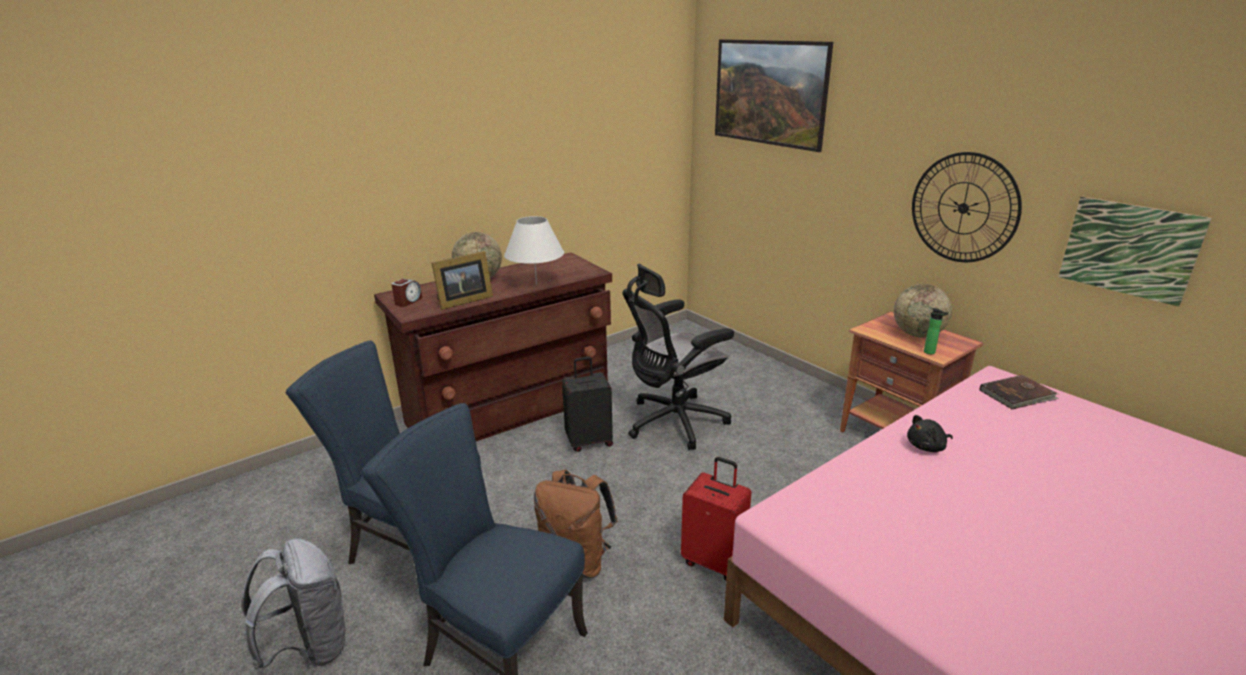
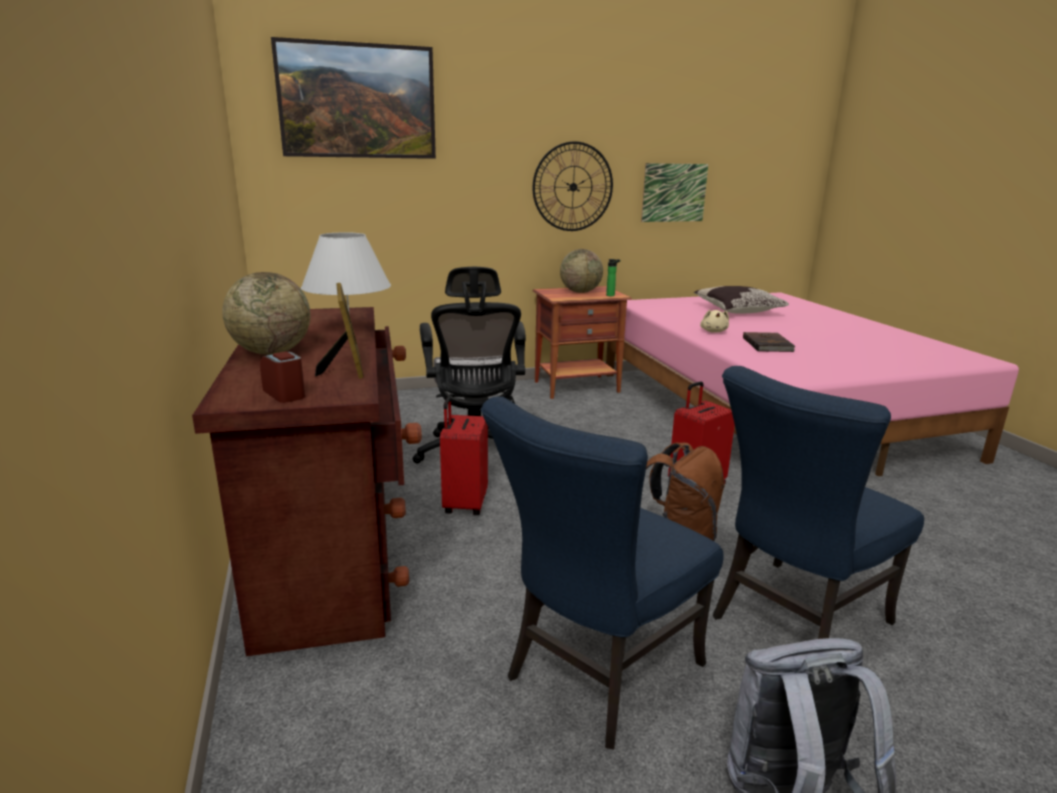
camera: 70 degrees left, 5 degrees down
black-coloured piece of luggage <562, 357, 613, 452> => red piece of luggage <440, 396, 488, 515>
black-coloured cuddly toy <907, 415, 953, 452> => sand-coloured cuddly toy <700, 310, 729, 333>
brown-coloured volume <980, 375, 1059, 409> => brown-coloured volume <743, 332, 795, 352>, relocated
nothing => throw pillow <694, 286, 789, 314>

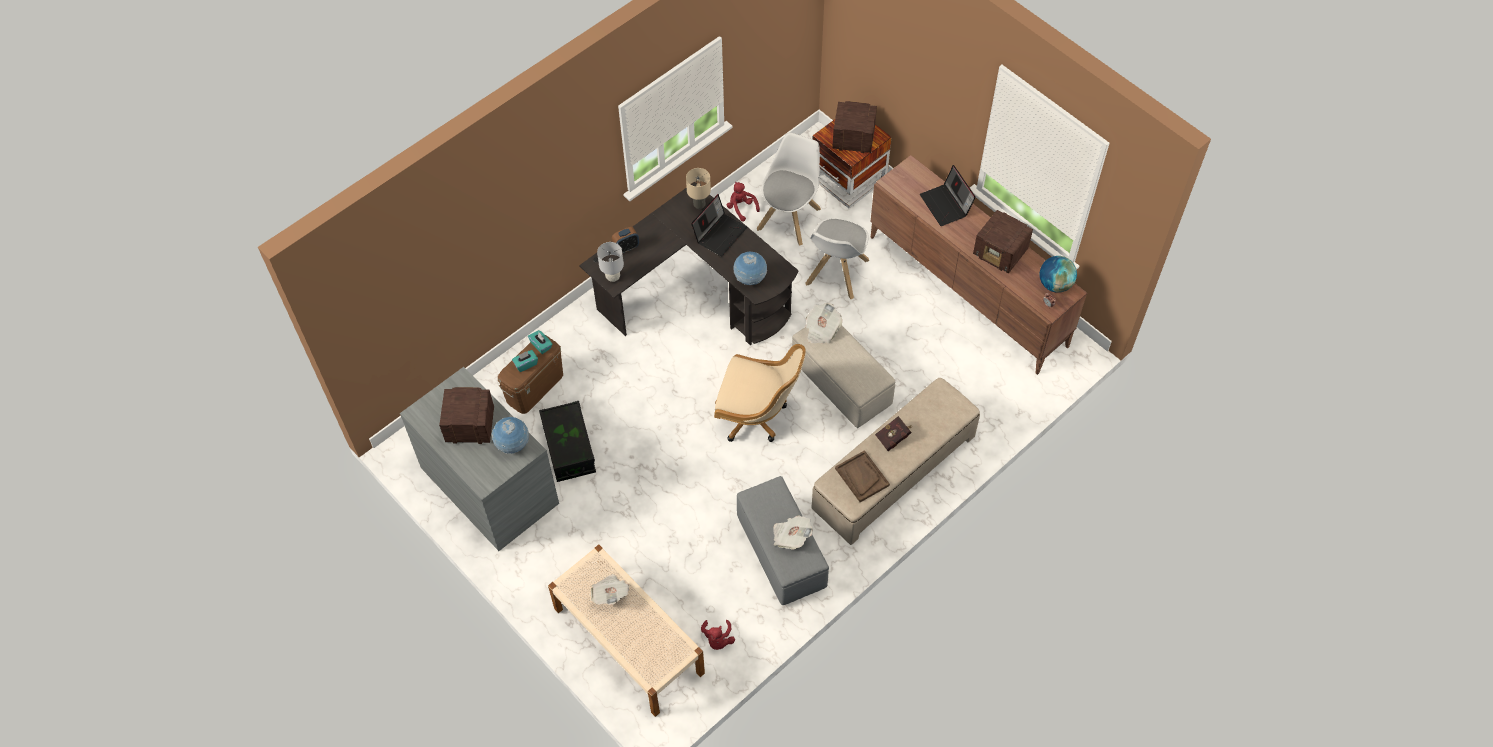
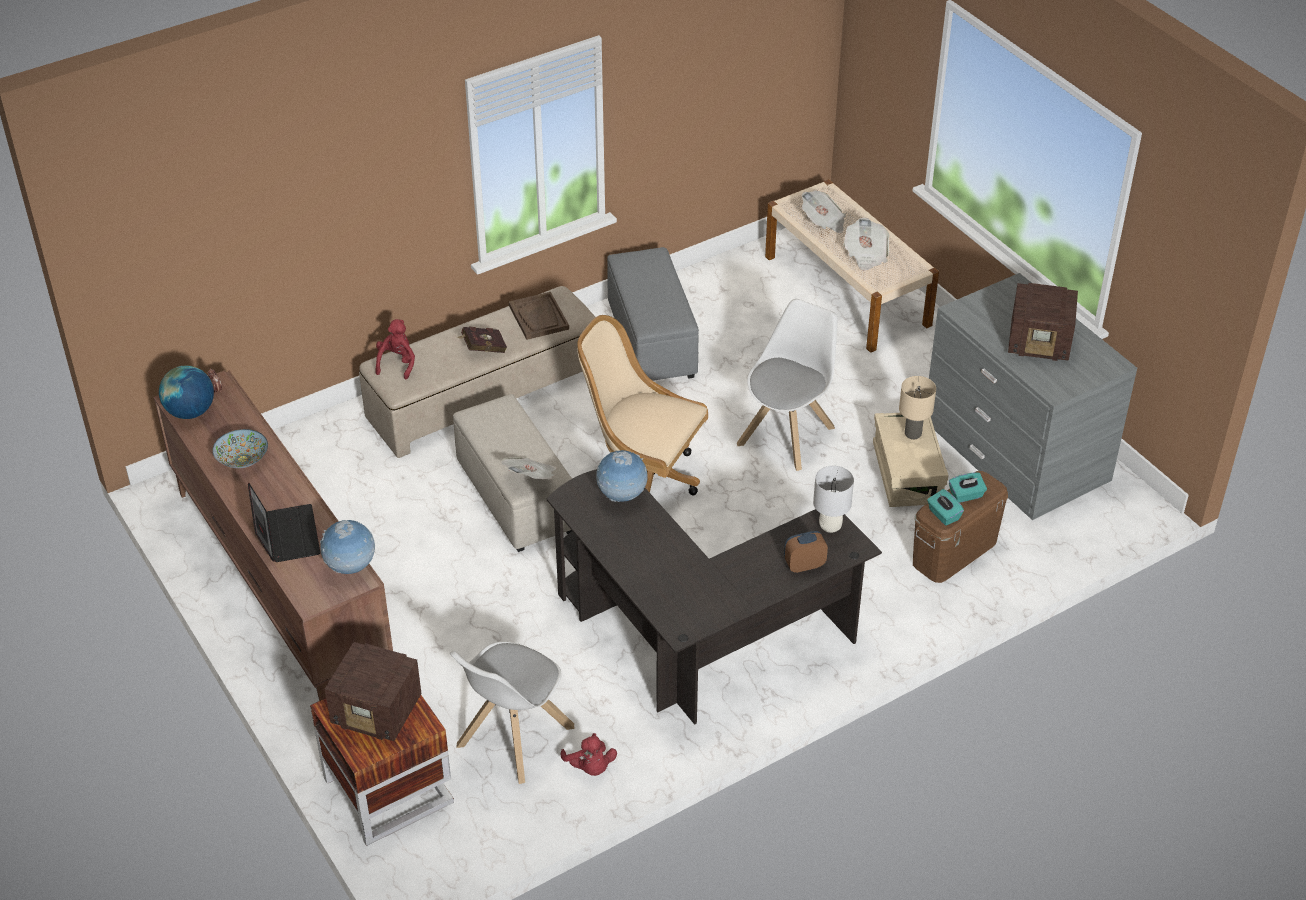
camera: 170 degrees left, 15 degrees down
globe <492, 417, 529, 454> => globe <320, 520, 375, 574>, relocated
black-coloured storage container <539, 401, 596, 482> => sand-coloured storage container <873, 413, 949, 507>
sand-coloured tabletop lamp <686, 168, 711, 209> => sand-coloured tabletop lamp <899, 376, 936, 440>, relocated
notebook computer <691, 194, 747, 257> => nothing
red cuddly toy <701, 620, 735, 650> => red cuddly toy <375, 319, 415, 380>, relocated
newspaper <773, 515, 813, 550> => newspaper <802, 191, 846, 233>, relocated
upright chair <806, 218, 869, 299> => upright chair <737, 299, 838, 471>, relocated
radio <973, 210, 1033, 273> => bowl <213, 429, 268, 468>

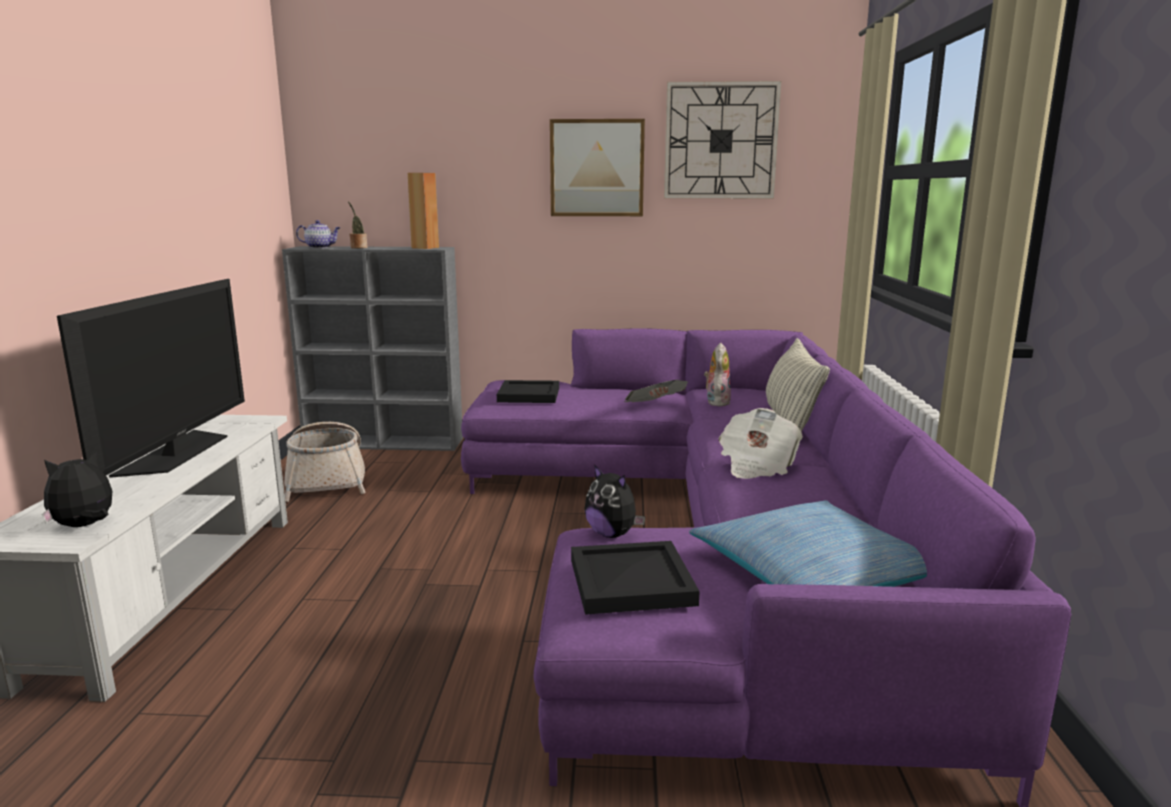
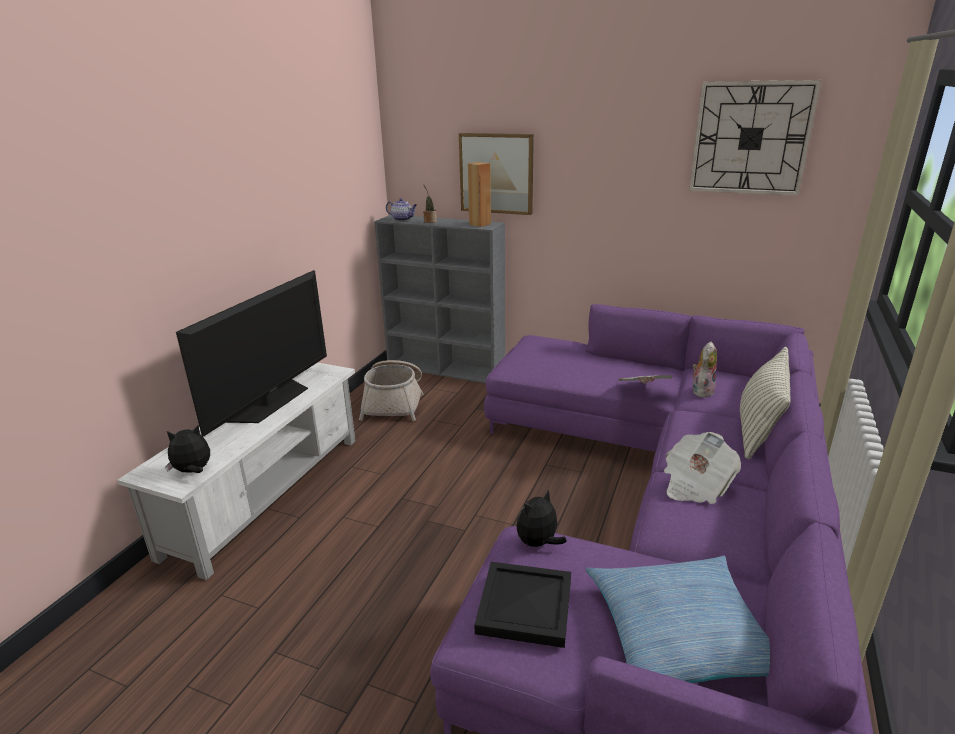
camera: 20 degrees right, 10 degrees up
black-coloured serving tray <497, 380, 559, 403> => nothing
wall art <550, 119, 645, 216> => wall art <459, 133, 534, 215>, relocated
cuddly toy <584, 464, 646, 538> => cuddly toy <516, 489, 567, 547>, 75 degrees clockwise

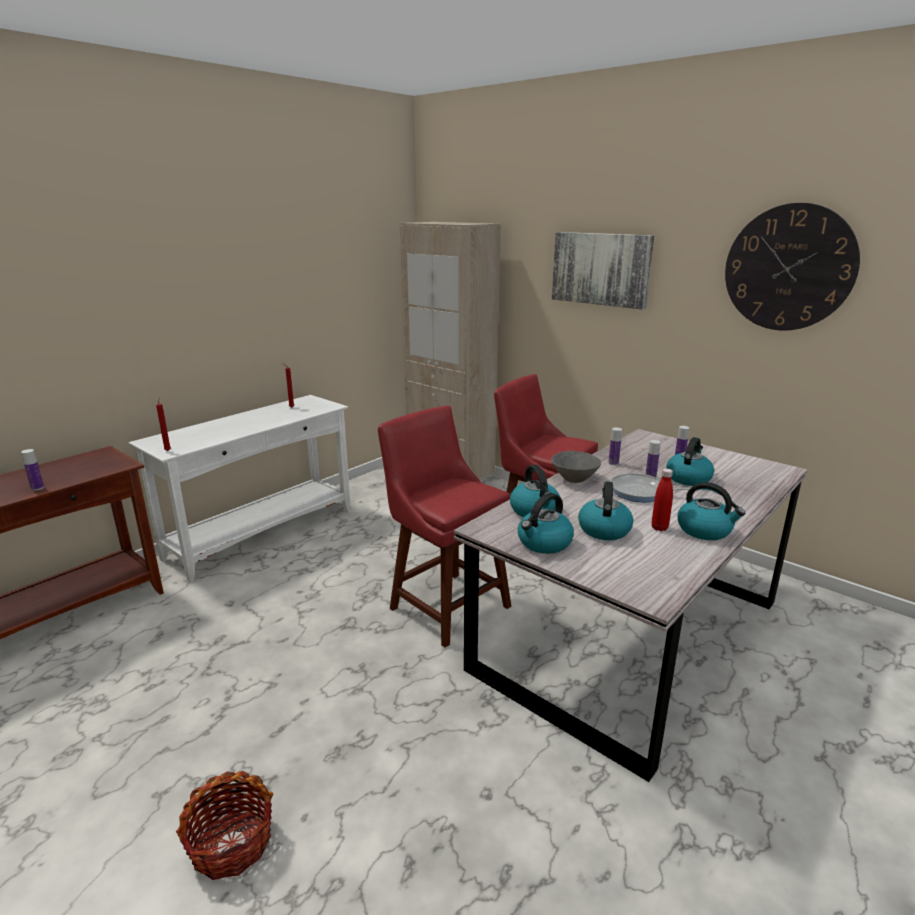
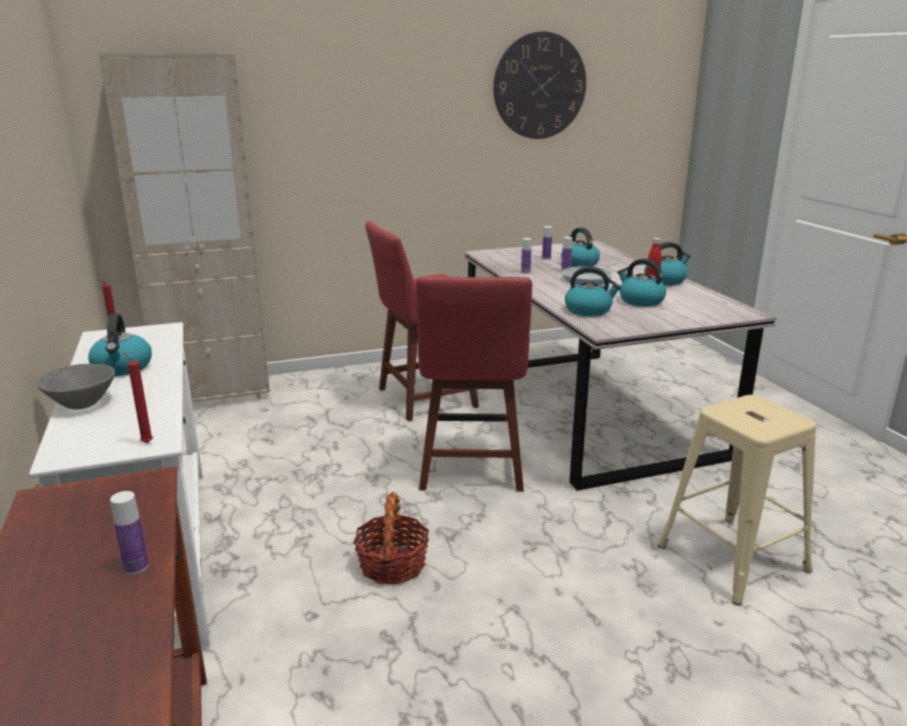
camera: 60 degrees left, 0 degrees up
household basket <176, 771, 273, 880> => household basket <353, 492, 429, 585>, relocated
red upright chair <378, 405, 512, 647> => red upright chair <416, 277, 532, 492>, 75 degrees counterclockwise
kettle <518, 493, 574, 554> => kettle <88, 313, 152, 376>, relocated
grey bowl <551, 451, 601, 483> => grey bowl <36, 364, 115, 409>, relocated
wall art <552, 232, 654, 310> => nothing
nothing => sand-coloured stool seat <658, 395, 817, 605>

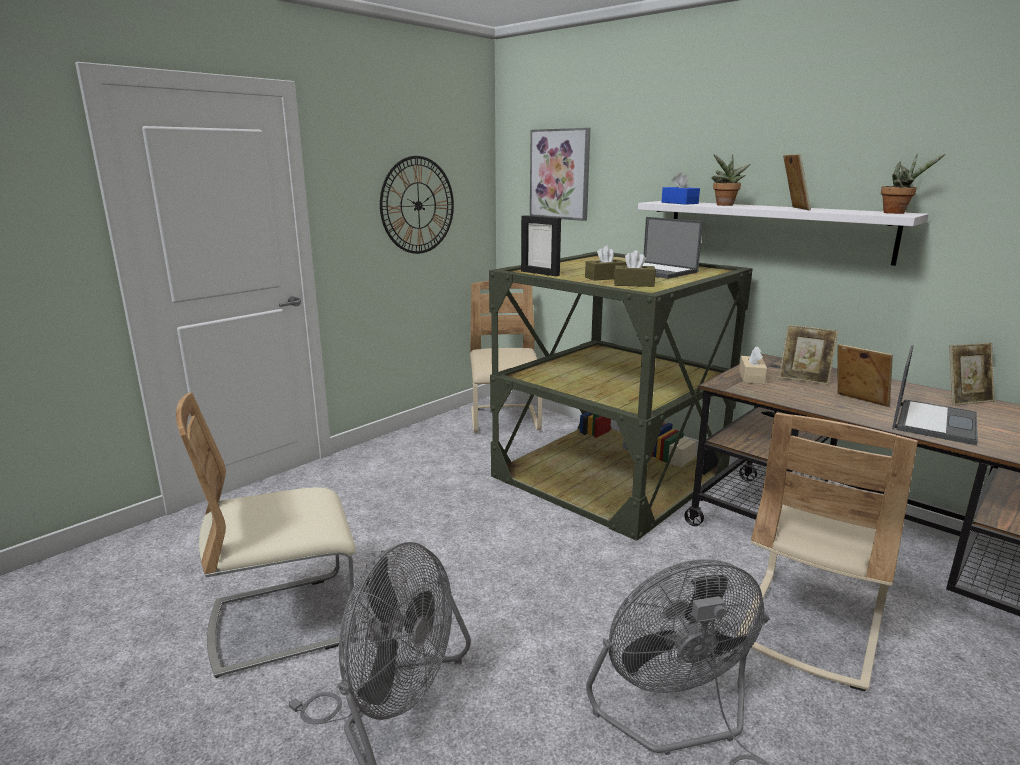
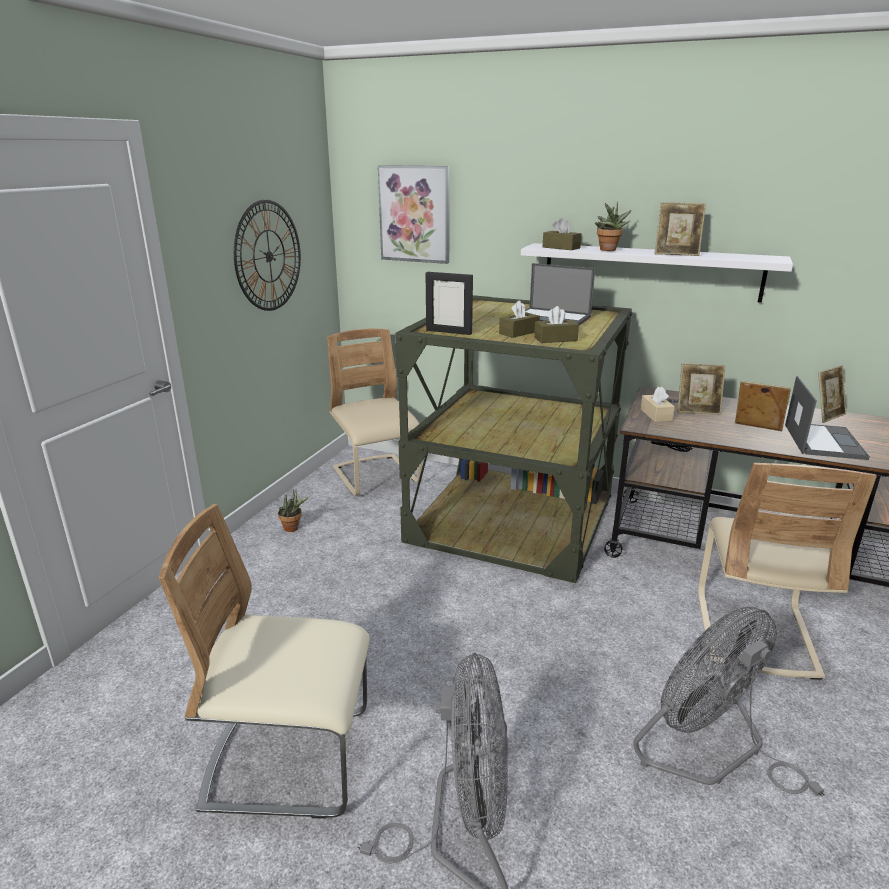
camera: 20 degrees left, 5 degrees up
sand-coloured upright chair <176, 392, 356, 678> => sand-coloured upright chair <159, 504, 370, 819>, 45 degrees clockwise
blue tissue holder <662, 173, 700, 205> => brown-coloured tissue holder <542, 218, 581, 250>
standing frame <783, 154, 811, 211> => standing frame <655, 202, 706, 256>, 120 degrees clockwise
houseplant <881, 154, 945, 214> => houseplant <278, 489, 308, 532>, relocated

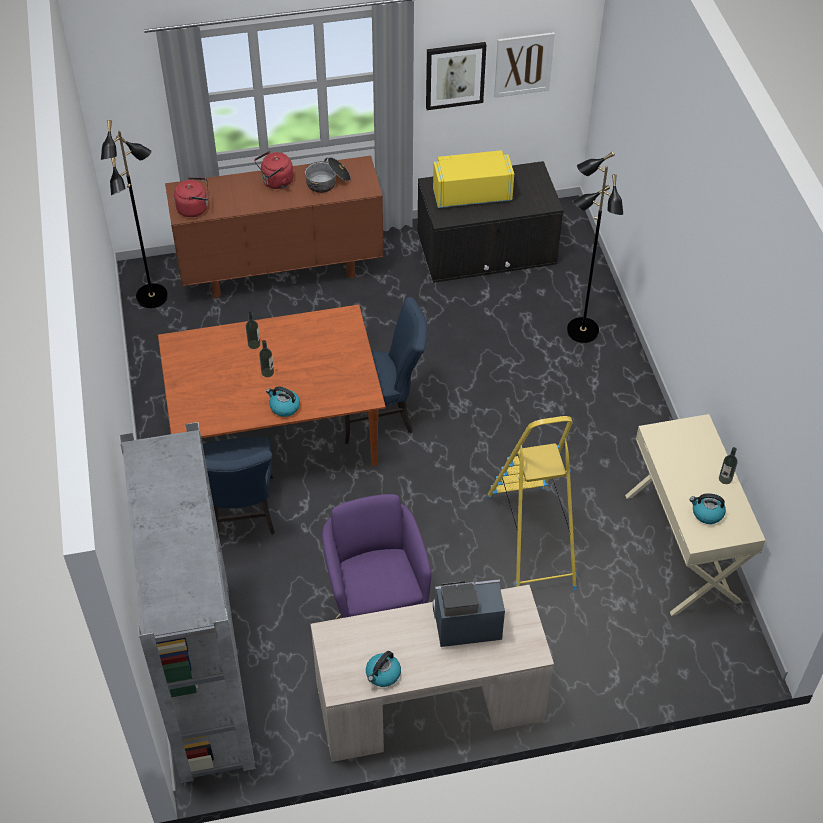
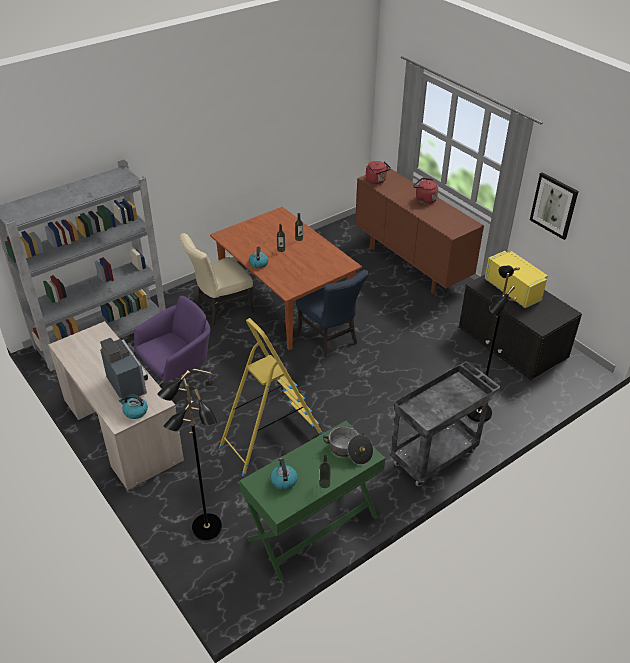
camera: 65 degrees right, 10 degrees down
black-coloured standard lamp <101, 120, 168, 308> => black-coloured standard lamp <157, 370, 222, 540>, relocated
blue upright chair <202, 437, 275, 535> => sand-coloured upright chair <180, 233, 254, 326>
saucepot <305, 157, 351, 193> => saucepot <323, 426, 373, 465>, relocated
kettle <366, 651, 401, 687> => kettle <119, 394, 148, 419>, relocated
wall art <494, 32, 555, 98> => nothing
sand-coloured hall table <625, 414, 766, 616> => greenish hall table <240, 421, 385, 581>
nothing => grey wheeled cart <391, 361, 500, 486>

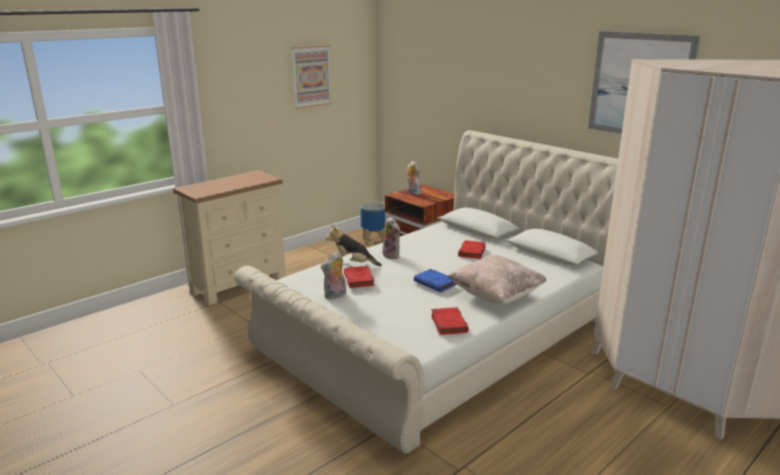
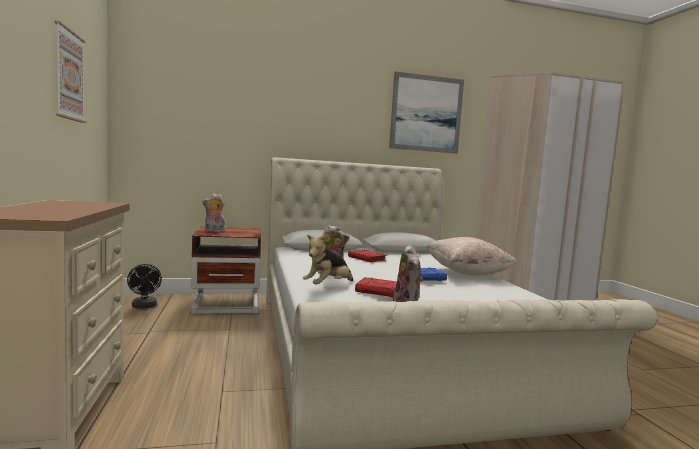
camera: 60 degrees left, 15 degrees down
flower pot <360, 202, 385, 244> => black-coloured electric fan <127, 264, 162, 309>
red volume <431, 307, 469, 335> => nothing

